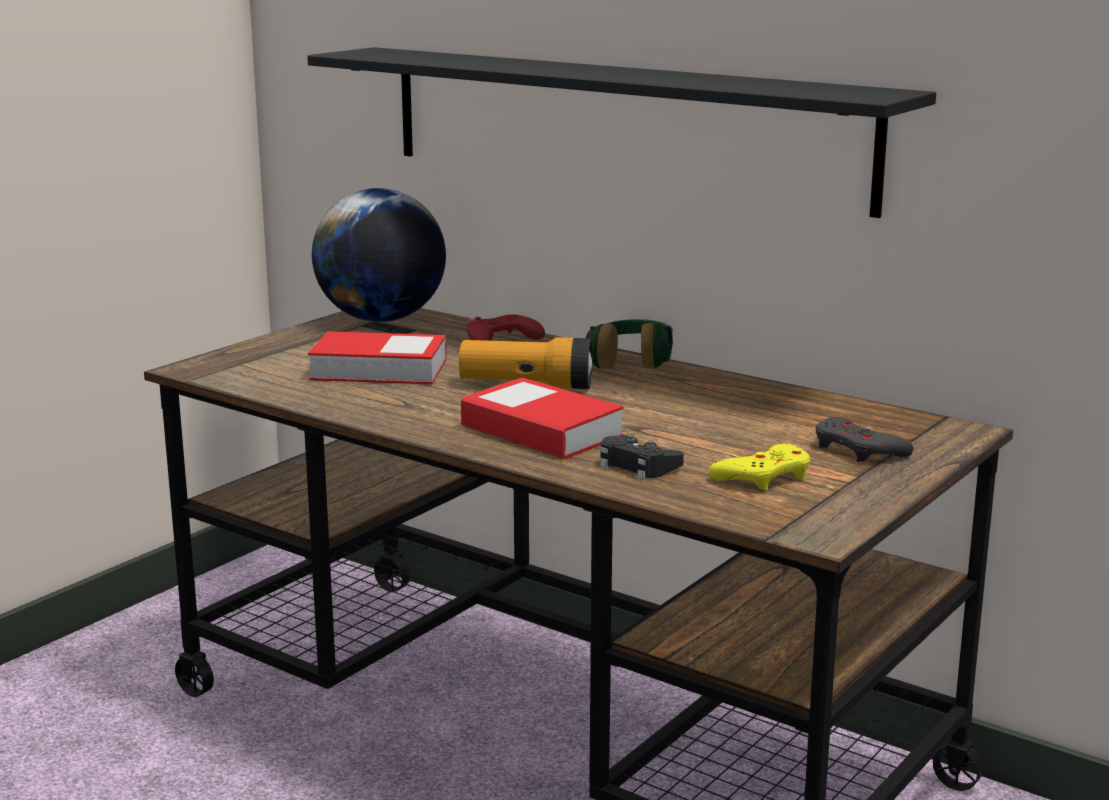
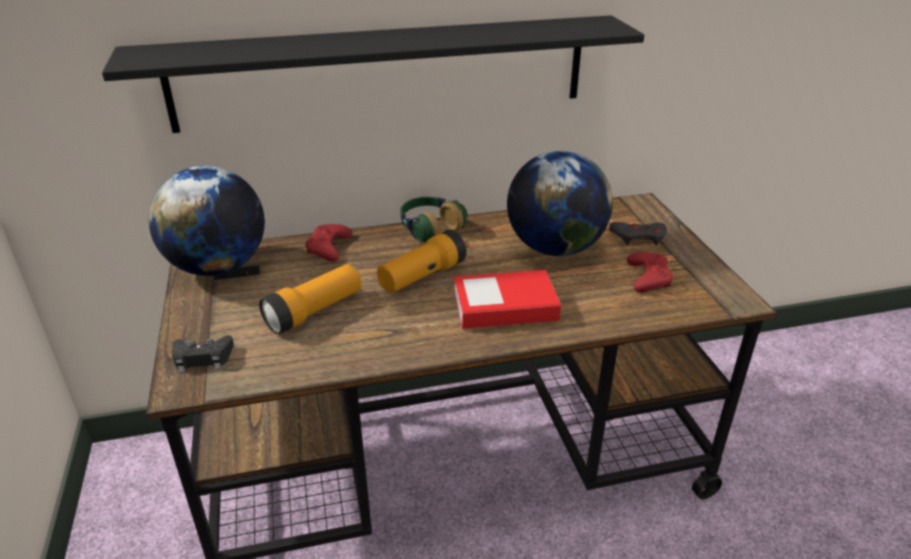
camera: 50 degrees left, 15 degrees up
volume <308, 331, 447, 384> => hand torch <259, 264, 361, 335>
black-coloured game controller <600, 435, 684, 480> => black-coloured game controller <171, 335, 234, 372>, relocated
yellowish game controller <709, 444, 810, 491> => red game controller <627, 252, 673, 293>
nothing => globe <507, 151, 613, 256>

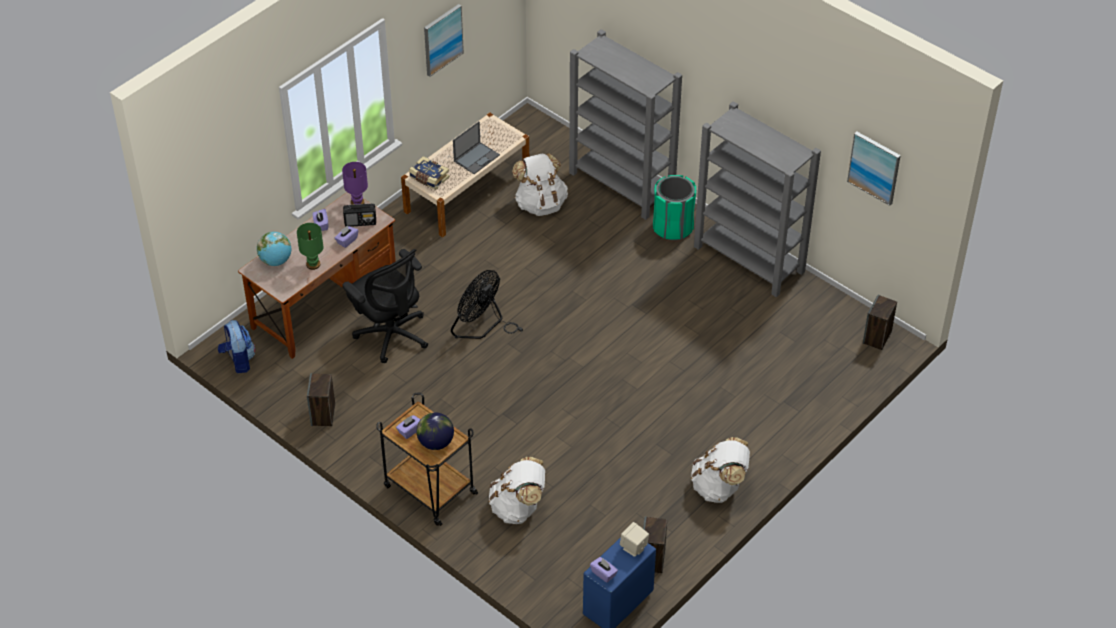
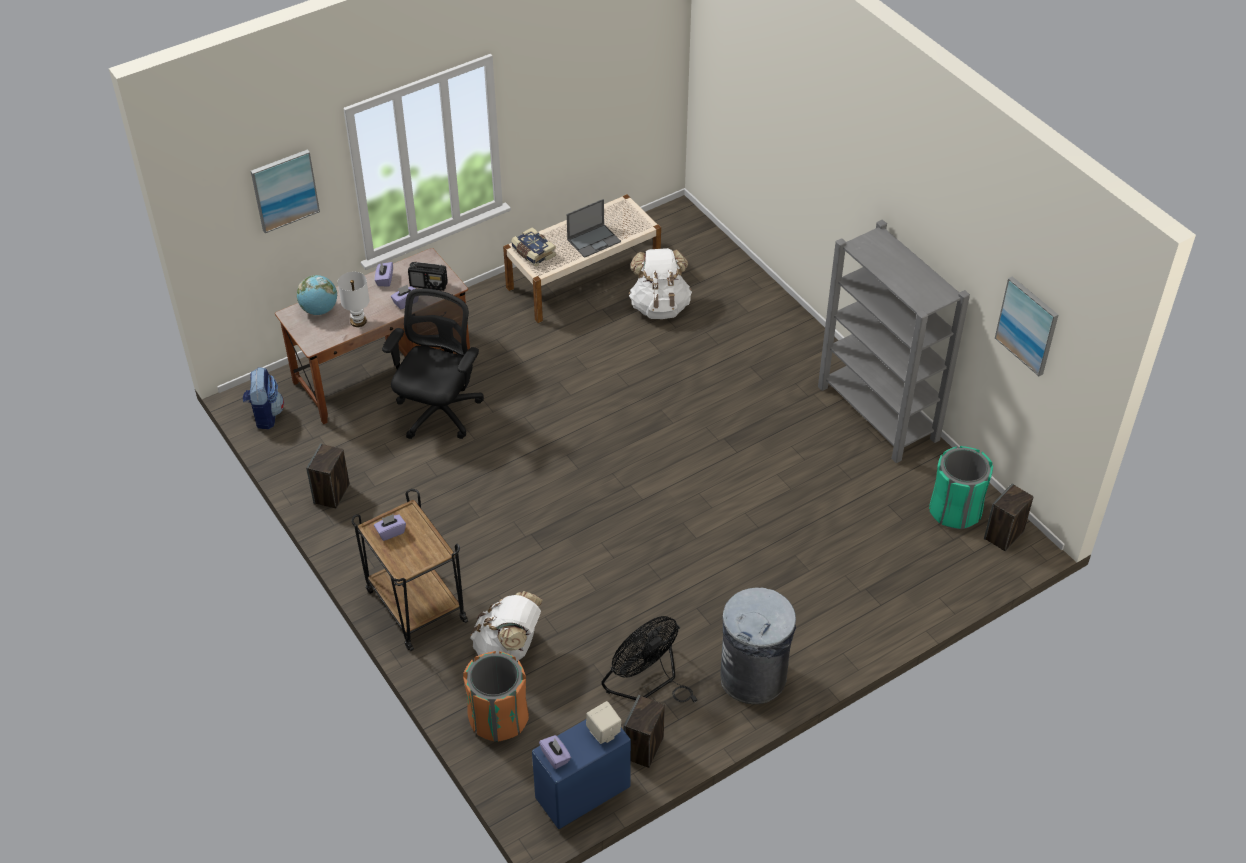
camera: 15 degrees right, 0 degrees up
greenish tabletop lamp <297, 223, 323, 270> => whitish tabletop lamp <338, 272, 370, 327>
purplish tabletop lamp <342, 162, 368, 205> => nothing
black-coloured office chair <342, 249, 428, 363> => black-coloured office chair <382, 288, 484, 439>, 135 degrees counterclockwise
globe <416, 412, 454, 450> => nothing
wall art <424, 4, 464, 77> => wall art <251, 149, 320, 233>, relocated
black-coloured electric fan <451, 270, 523, 339> => black-coloured electric fan <601, 616, 697, 703>, relocated
grey shelving unit <569, 29, 682, 220> => nothing
greenish trash can <653, 175, 696, 240> => greenish trash can <929, 446, 993, 529>, relocated
whitish knapsack <691, 437, 750, 503> => grey trash can <720, 587, 796, 704>
nothing => orange-coloured trash can <463, 651, 529, 742>

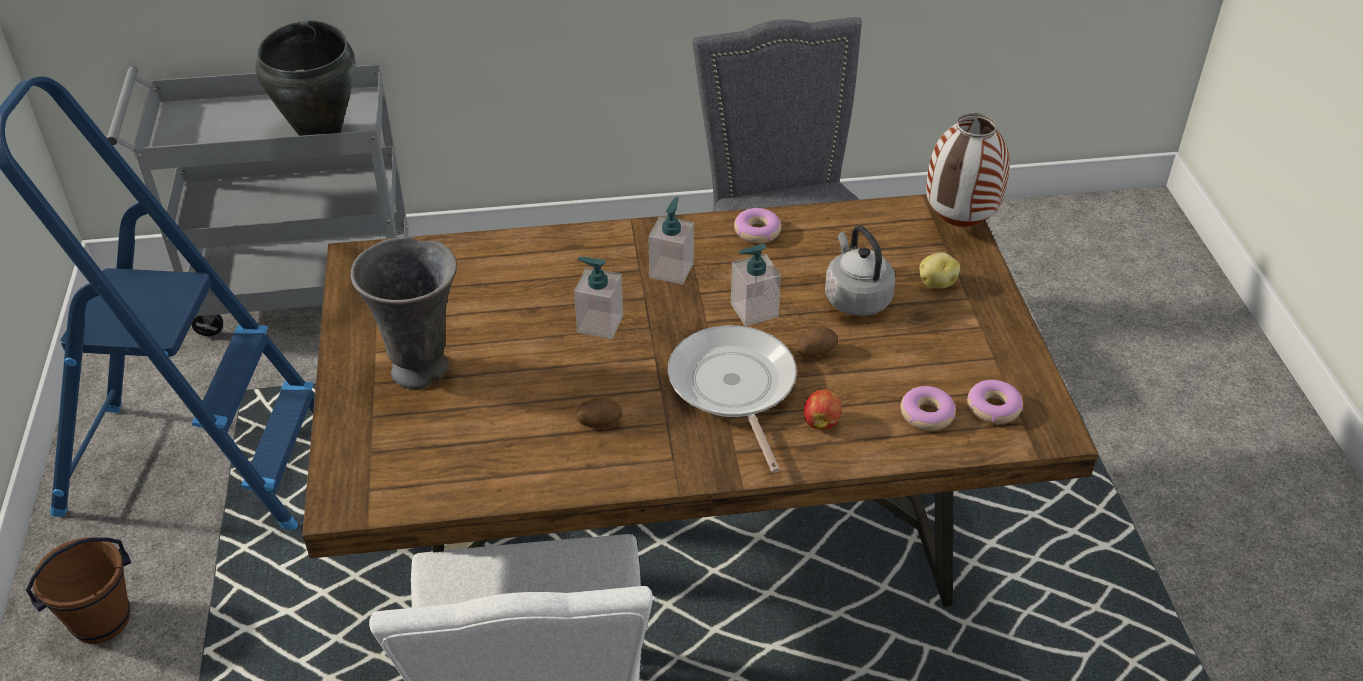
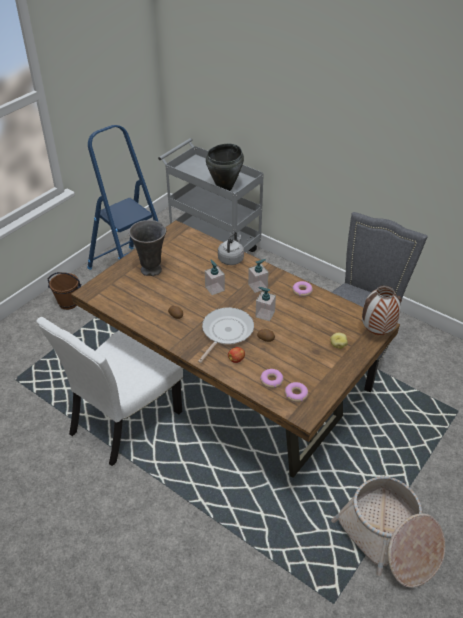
camera: 45 degrees right, 0 degrees up
grey kettle <825, 226, 895, 316> => grey kettle <218, 231, 244, 265>, relocated
nothing => household basket <331, 476, 445, 588>

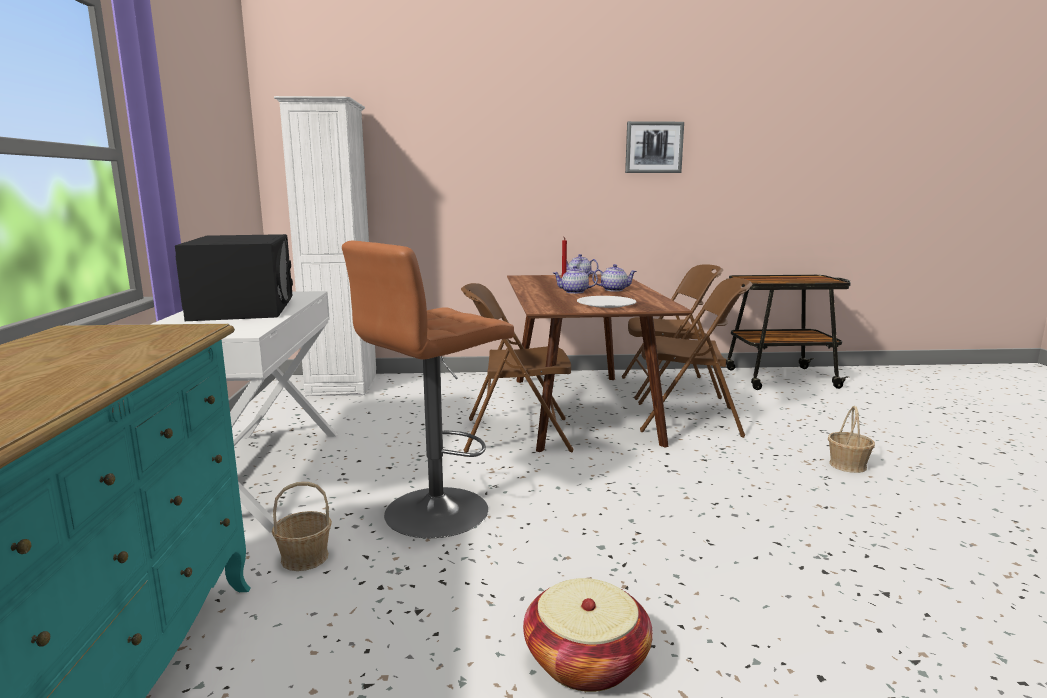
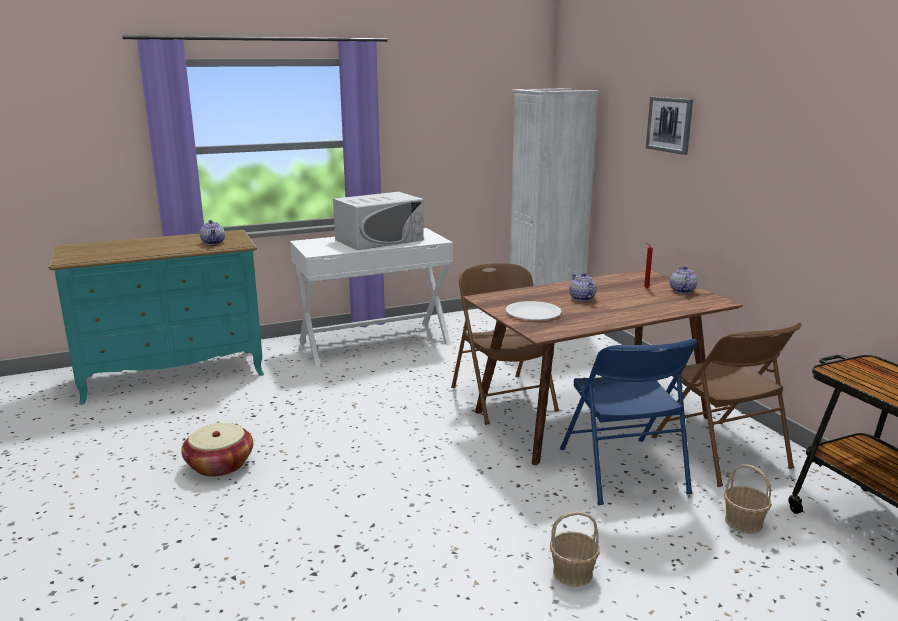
camera: 70 degrees right, 5 degrees up
black-coloured microwave oven <175, 234, 293, 321> => whitish microwave oven <333, 192, 424, 250>
household basket <272, 482, 332, 571> => household basket <724, 464, 772, 534>, relocated
brown-coloured stool seat <342, 241, 514, 538> => nothing
teapot <592, 264, 637, 292> => teapot <200, 220, 225, 245>, relocated
wall art <625, 121, 684, 173> => wall art <646, 97, 693, 155>, relocated
brown-coloured upright chair <638, 278, 753, 438> => blue upright chair <560, 339, 697, 505>

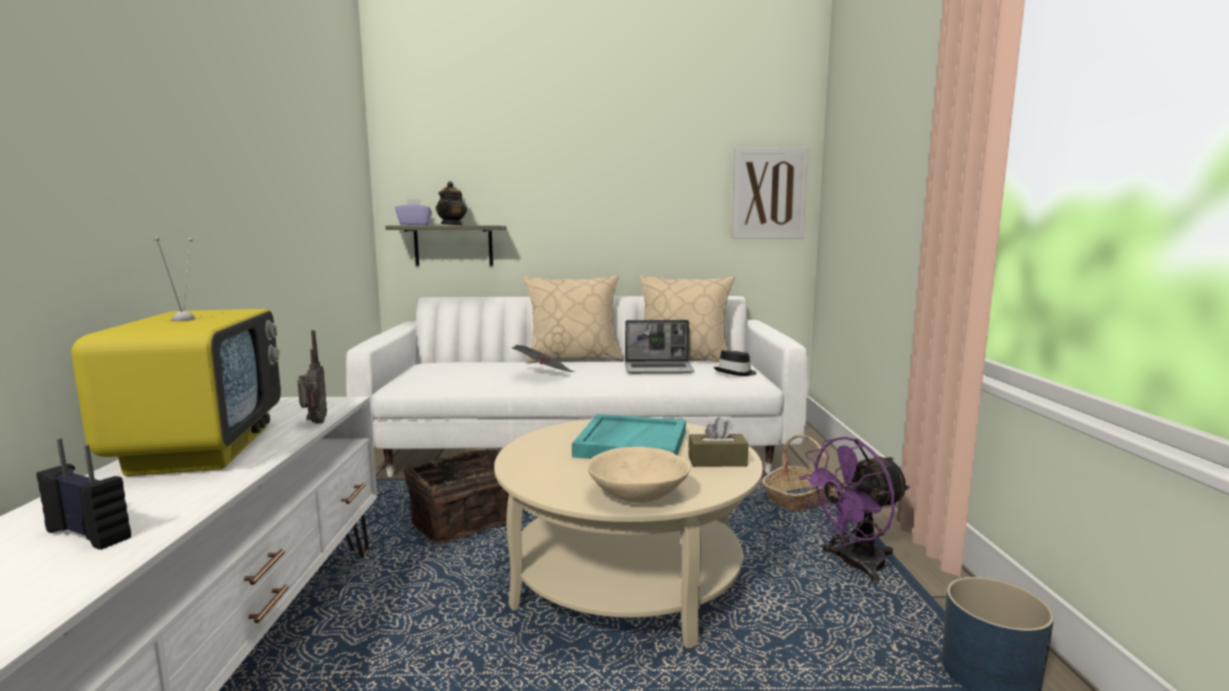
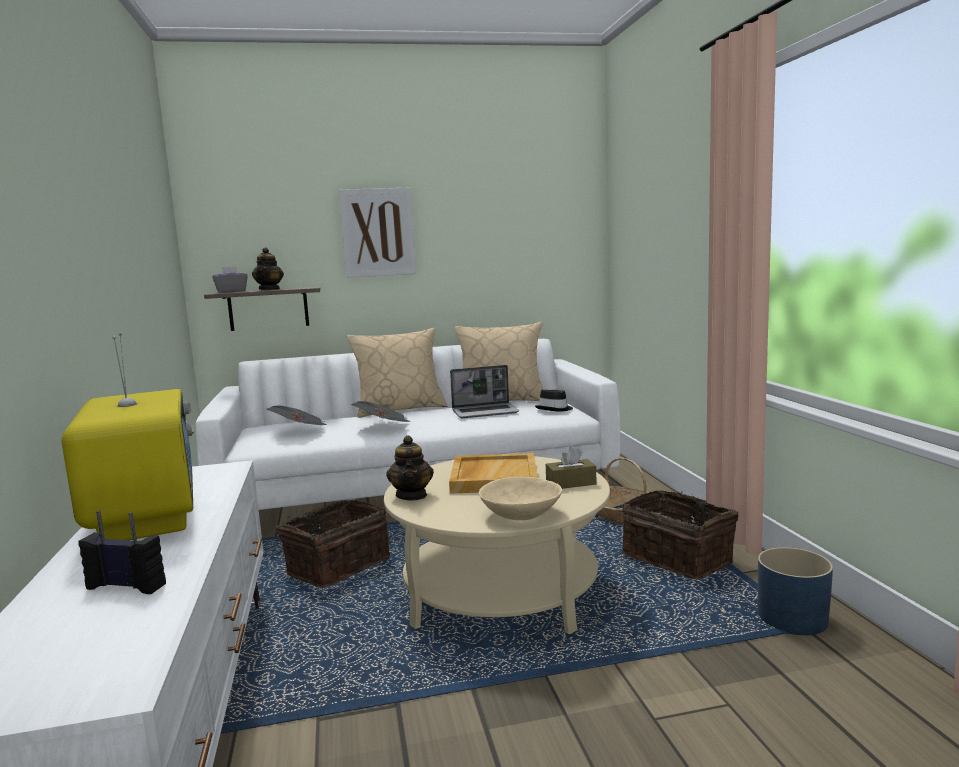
camera: 10 degrees left, 0 degrees up
radio <297, 330, 327, 424> => nothing
purplish tissue holder <395, 199, 432, 225> => grey tissue holder <212, 266, 247, 293>
turquoise serving tray <572, 414, 686, 459> => sand-coloured serving tray <449, 453, 538, 494>
wall art <731, 147, 809, 238> => wall art <339, 187, 416, 278>, relocated
purplish electric fan <799, 437, 910, 583> => household basket <622, 490, 738, 579>
nothing => newspaper <266, 406, 327, 425>
nothing => teapot <386, 435, 434, 500>

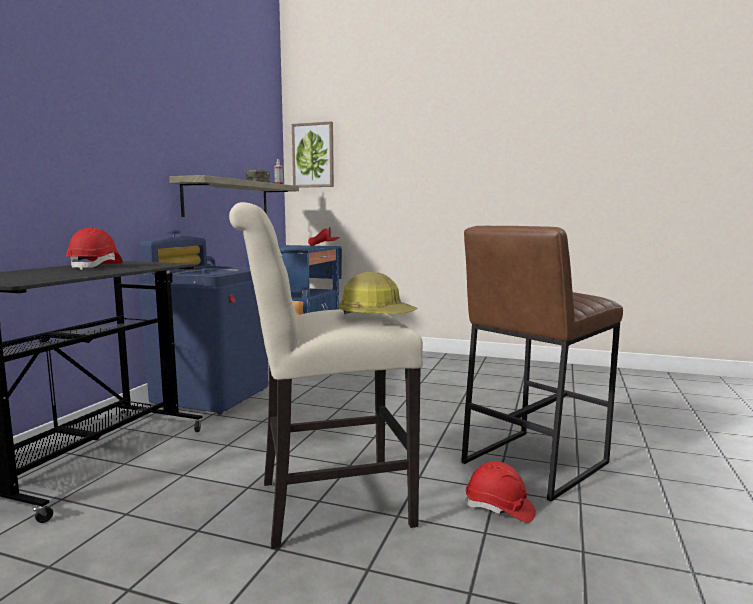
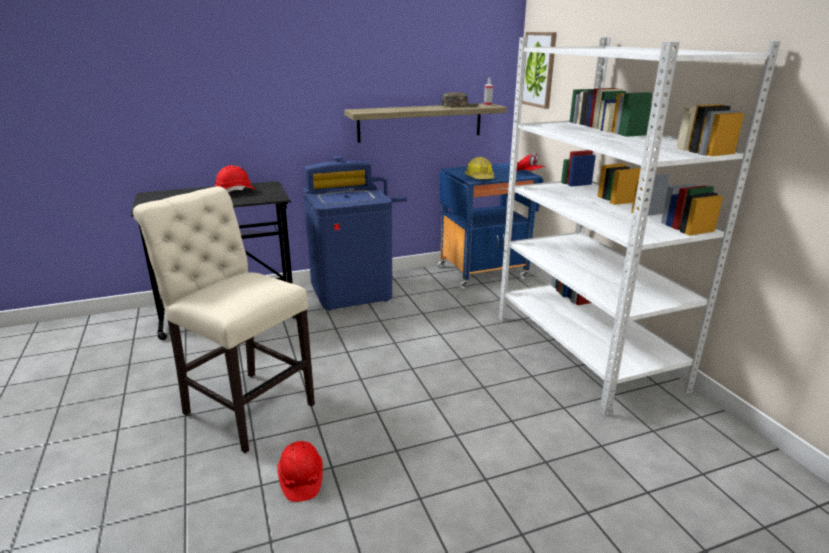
camera: 50 degrees right, 15 degrees up
work helmet <338, 272, 418, 314> => work helmet <465, 157, 494, 179>, relocated
brown-coloured stool seat <461, 226, 623, 501> => nothing
nothing => whitish shelving unit <499, 37, 781, 416>

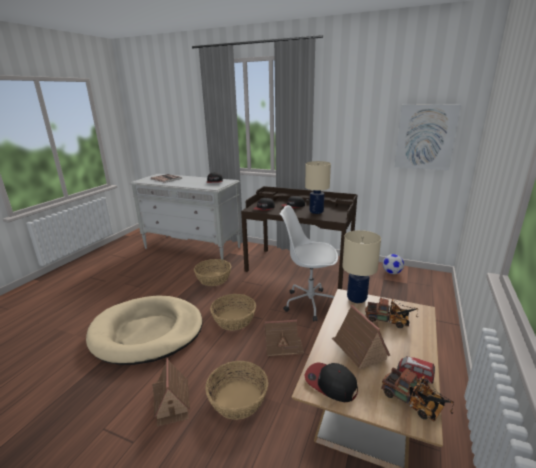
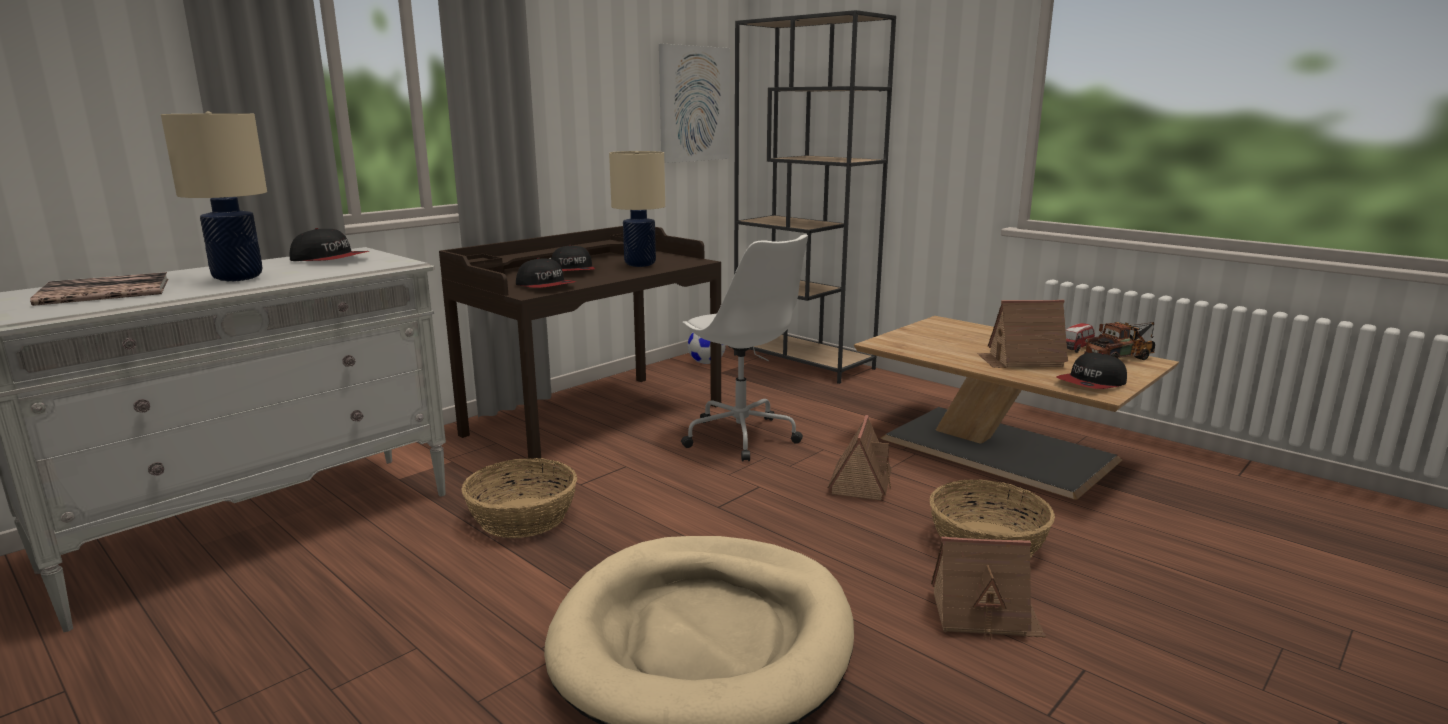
camera: 70 degrees left, 5 degrees down
household basket <210, 294, 256, 331> => nothing
whitish office chair <280, 205, 338, 321> => whitish office chair <681, 234, 808, 461>, 75 degrees counterclockwise
sand-coloured tabletop lamp <342, 230, 381, 303> => sand-coloured tabletop lamp <161, 111, 267, 282>, relocated
model truck <365, 298, 418, 328> => nothing
nothing => shelving unit <734, 10, 896, 384>

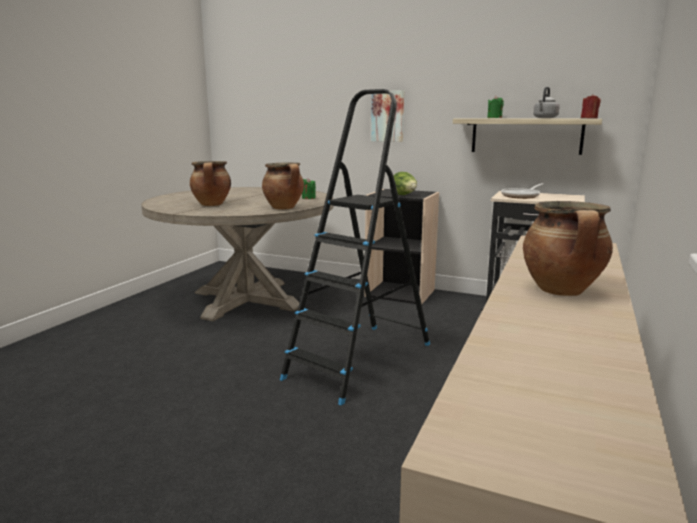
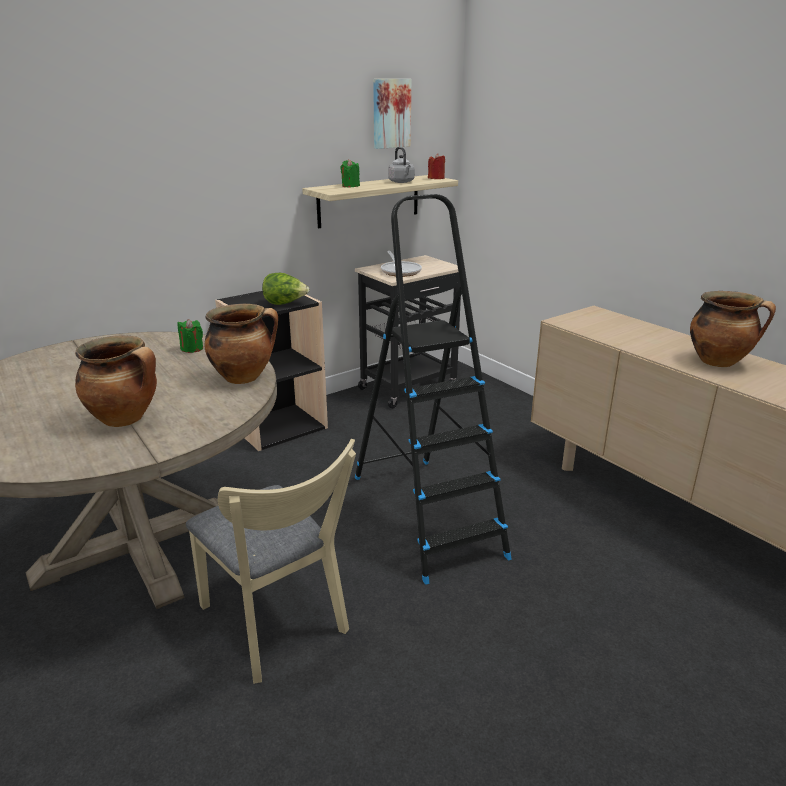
camera: 60 degrees left, 10 degrees up
wall art <371, 90, 404, 142> => wall art <373, 79, 411, 149>, relocated
nothing => sand-coloured upright chair <186, 439, 356, 684>

